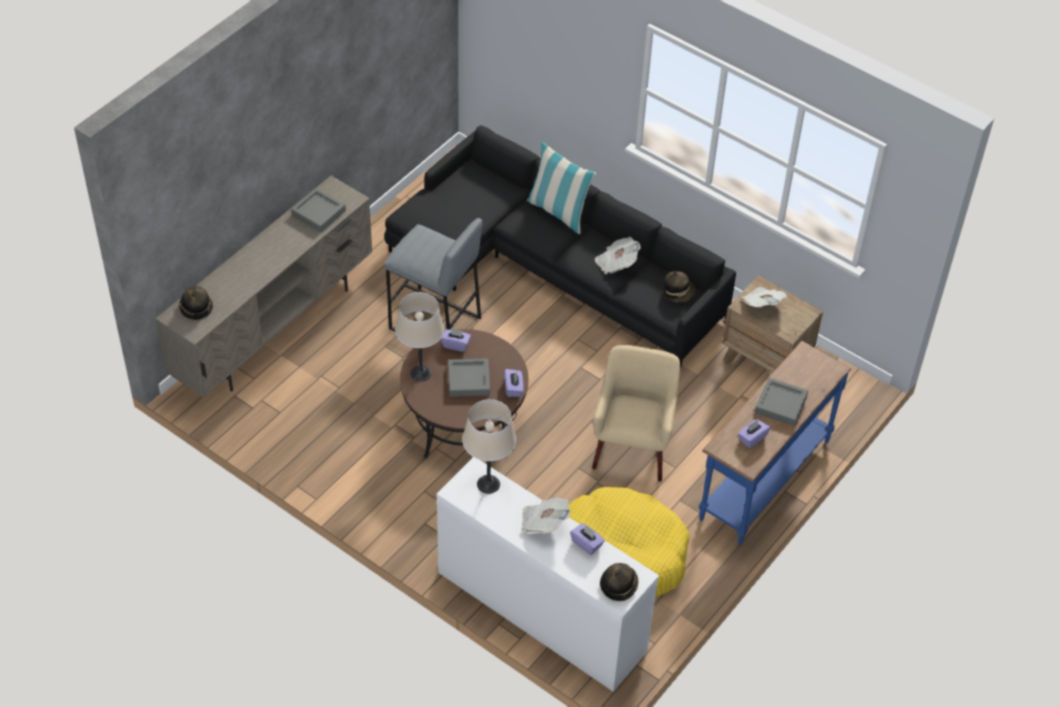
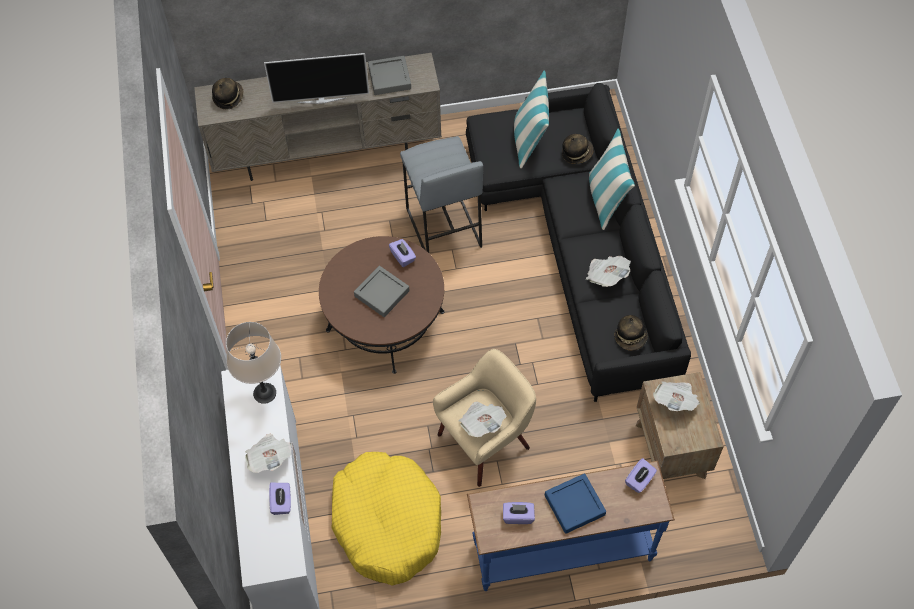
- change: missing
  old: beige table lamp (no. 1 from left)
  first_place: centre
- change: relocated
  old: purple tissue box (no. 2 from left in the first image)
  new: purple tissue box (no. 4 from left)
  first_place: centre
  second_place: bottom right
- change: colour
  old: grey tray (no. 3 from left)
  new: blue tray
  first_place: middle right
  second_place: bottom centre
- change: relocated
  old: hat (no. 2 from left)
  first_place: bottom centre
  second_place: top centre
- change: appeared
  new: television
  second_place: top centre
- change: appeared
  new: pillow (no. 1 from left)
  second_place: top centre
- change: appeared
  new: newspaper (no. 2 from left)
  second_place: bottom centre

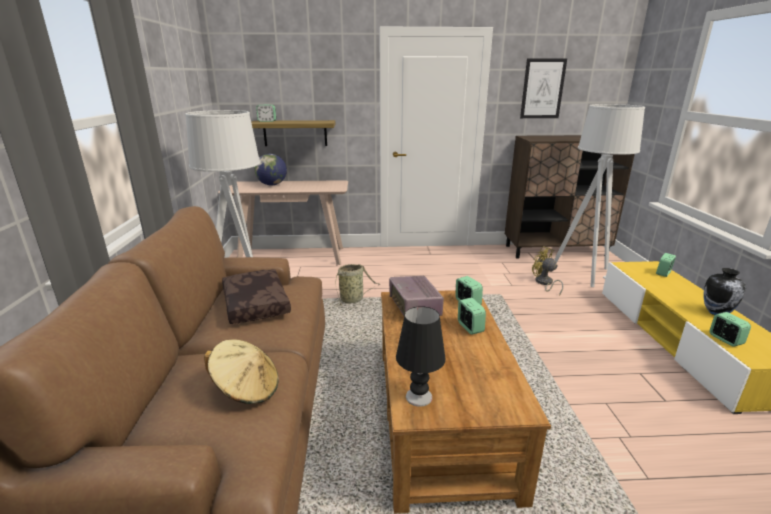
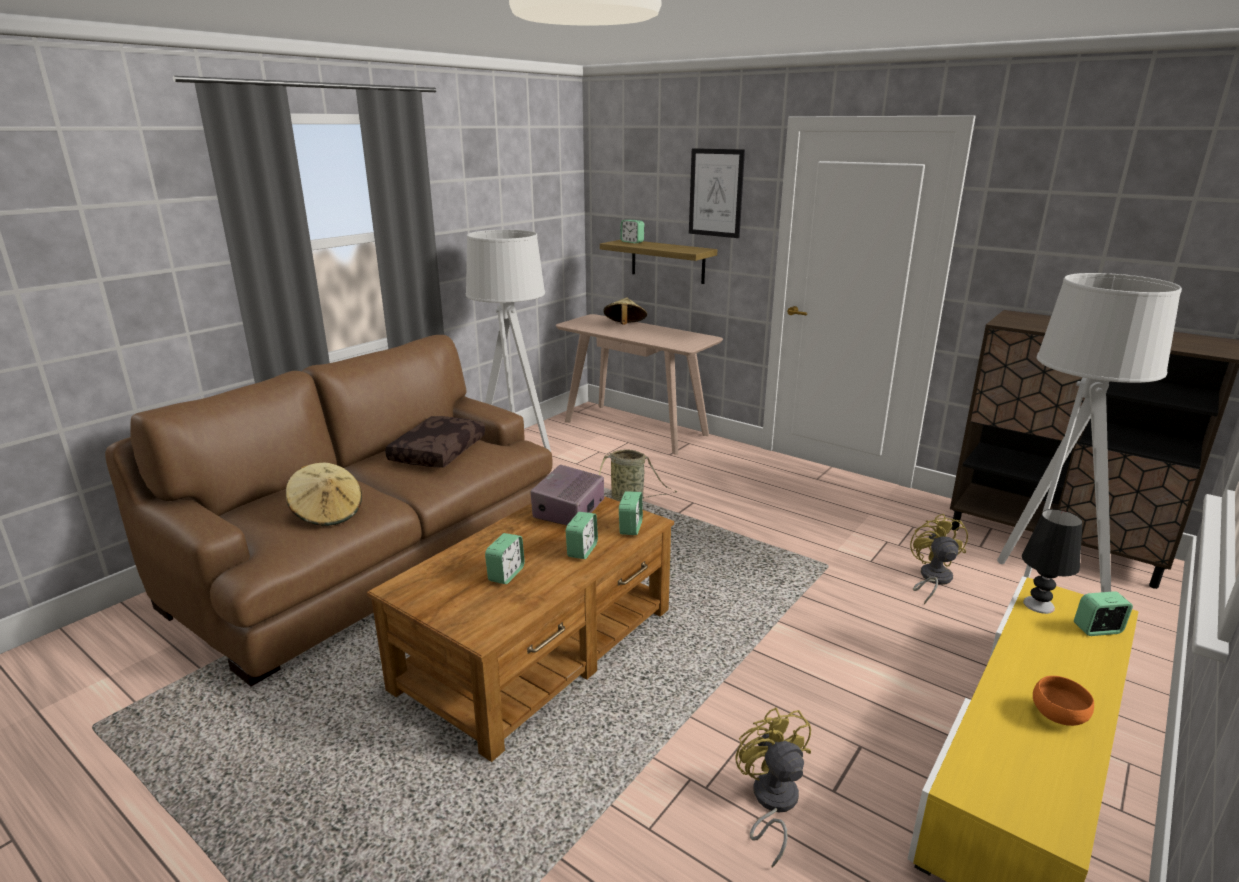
- change: relocated
  old: picture
  first_place: top right
  second_place: top centre
- change: exchanged
  old: globe
  new: beige hat (no. 2 from left)
  first_place: top centre
  second_place: centre
- change: exchanged
  old: vase
  new: orange bowl
  first_place: middle right
  second_place: bottom right
- change: relocated
  old: black table lamp
  first_place: bottom centre
  second_place: middle right
- change: relocated
  old: alarm clock (no. 5 from left in the first image)
  new: alarm clock (no. 1 from left)
  first_place: middle right
  second_place: centre
- change: appeared
  new: yellow fan (no. 1 from left)
  second_place: bottom centre

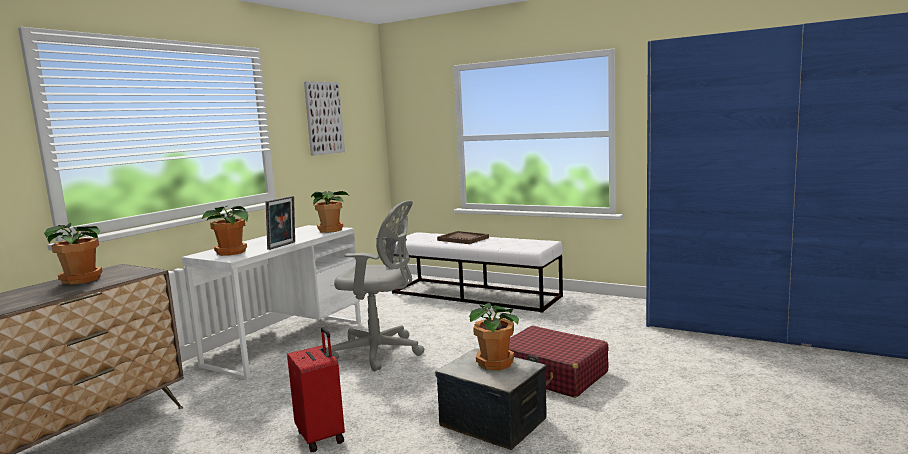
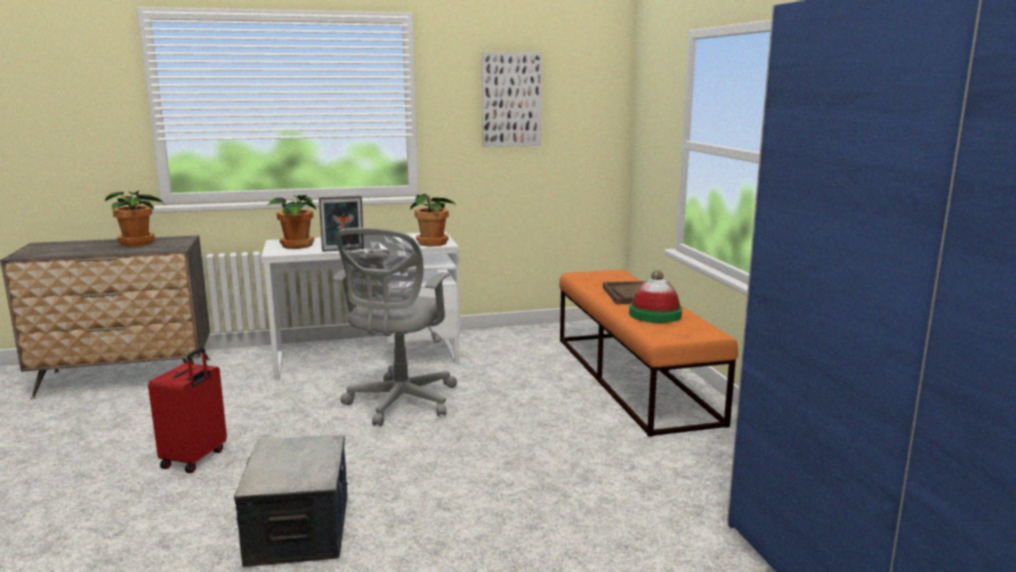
- change: spun
  old: grey office chair
  first_place: centre
  second_place: centre
  degrees: 45
- change: colour
  old: white bench
  new: orange bench
  first_place: centre
  second_place: centre
- change: missing
  old: potted plant (no. 4 from left)
  first_place: bottom centre
- change: missing
  old: red suitcase (no. 2 from left)
  first_place: bottom centre
- change: appeared
  new: hat
  second_place: centre

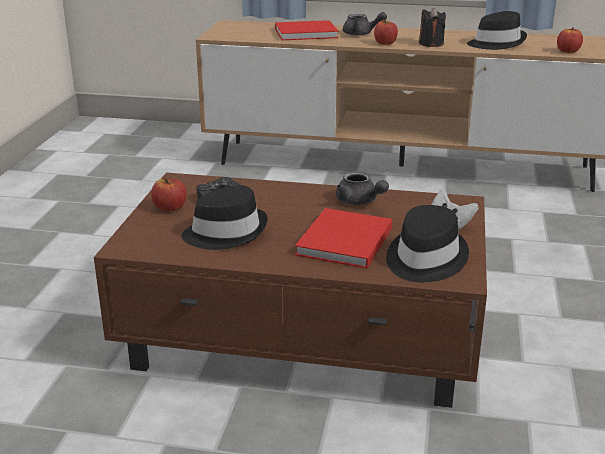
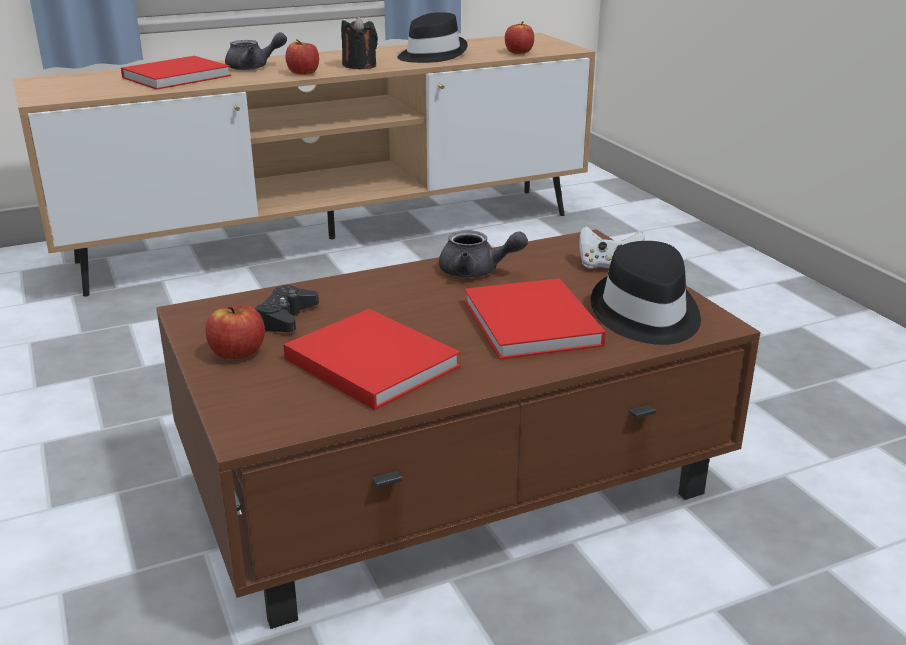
- change: exchanged
  old: black hat (no. 1 from left)
  new: red book (no. 2 from left)
  first_place: centre
  second_place: centre

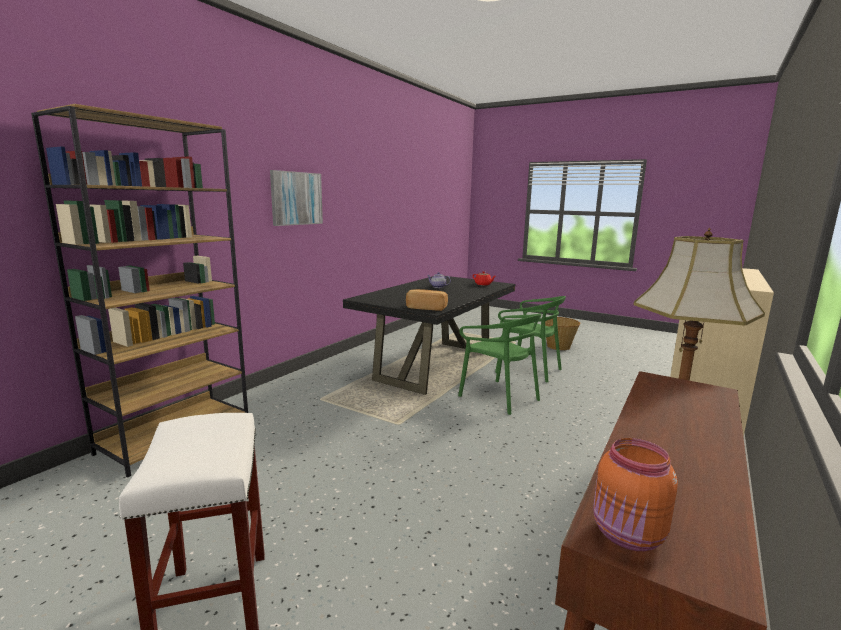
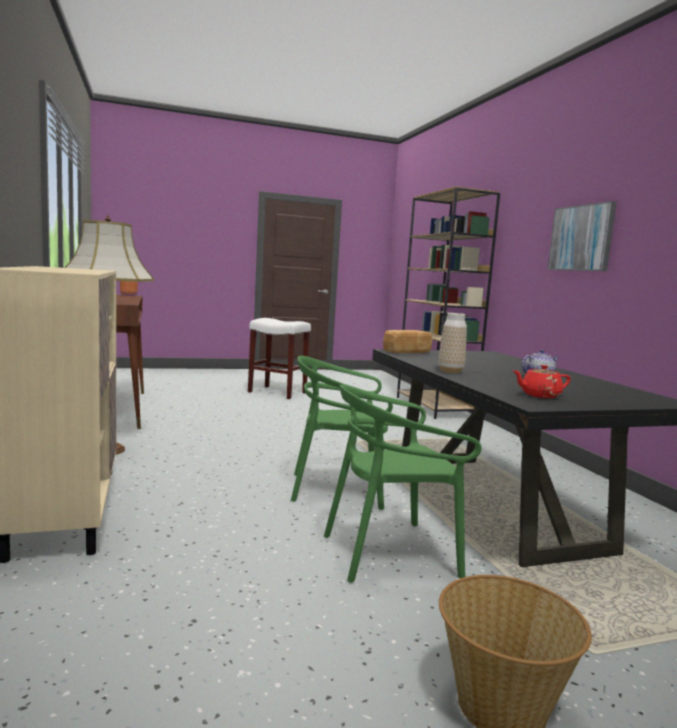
- change: appeared
  new: vase
  second_place: middle right

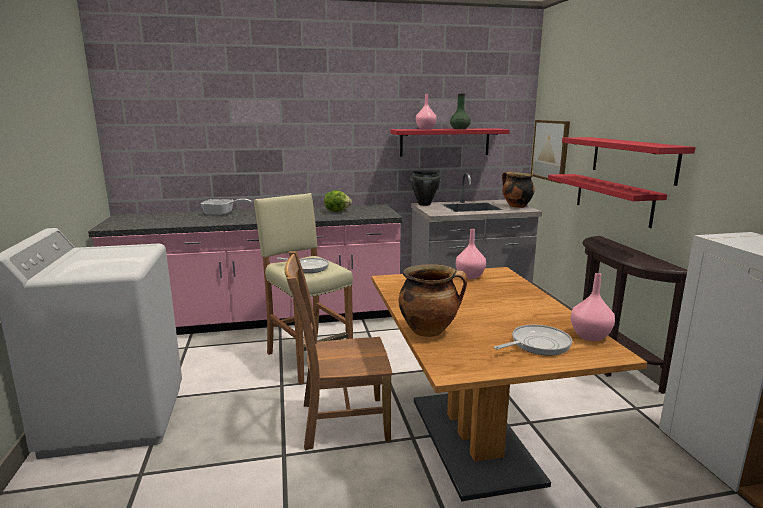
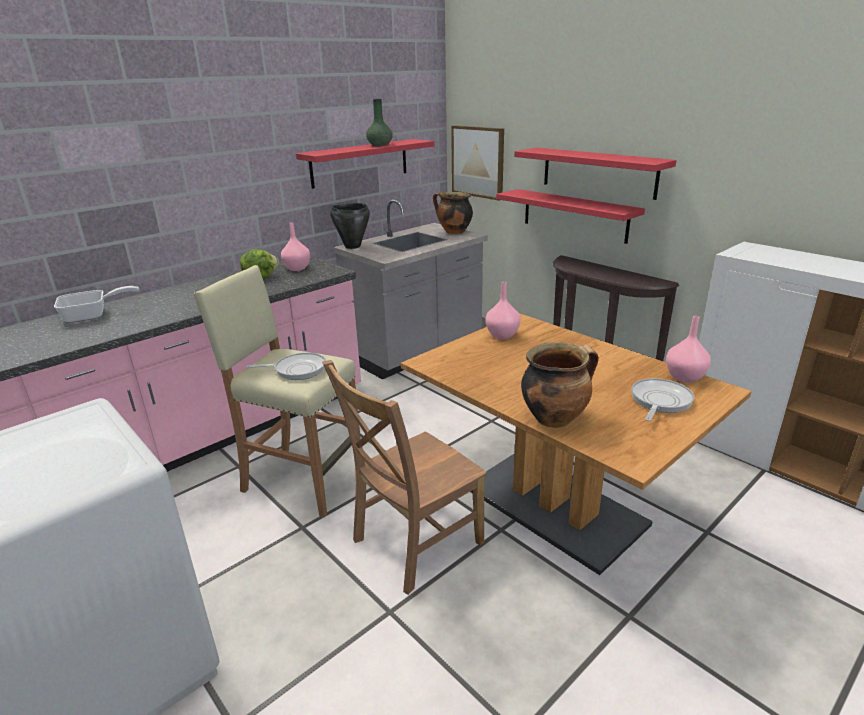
- change: relocated
  old: pink vase (no. 1 from left)
  first_place: top centre
  second_place: centre

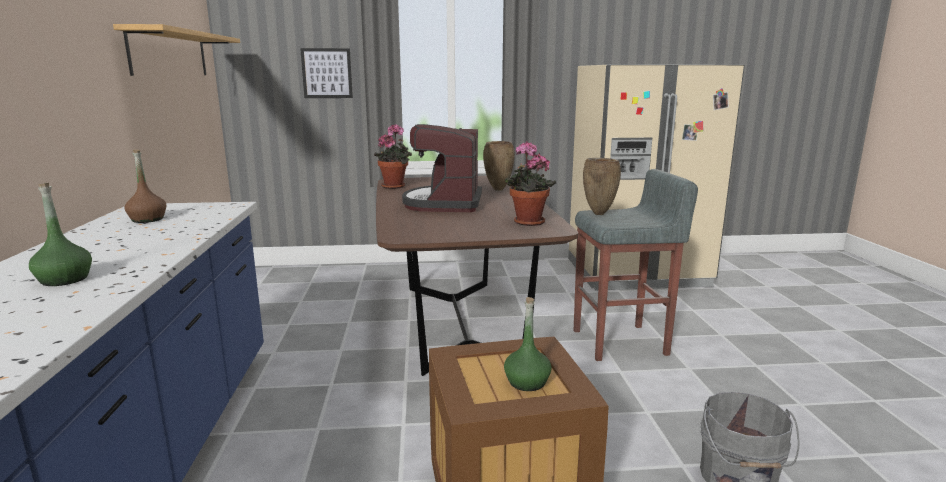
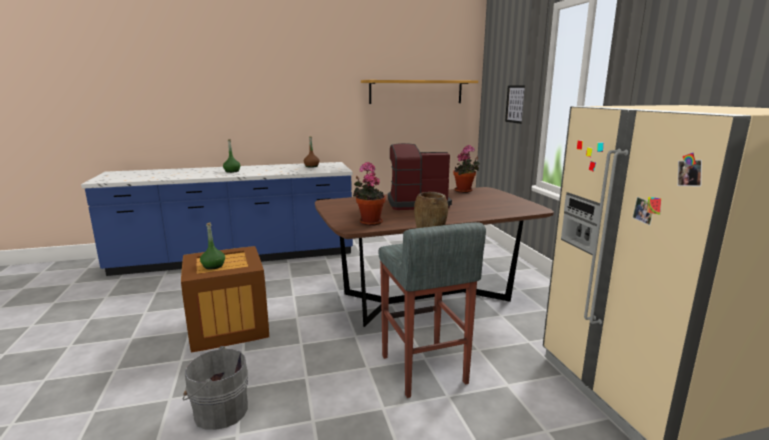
- change: missing
  old: brown vase (no. 1 from left)
  first_place: centre

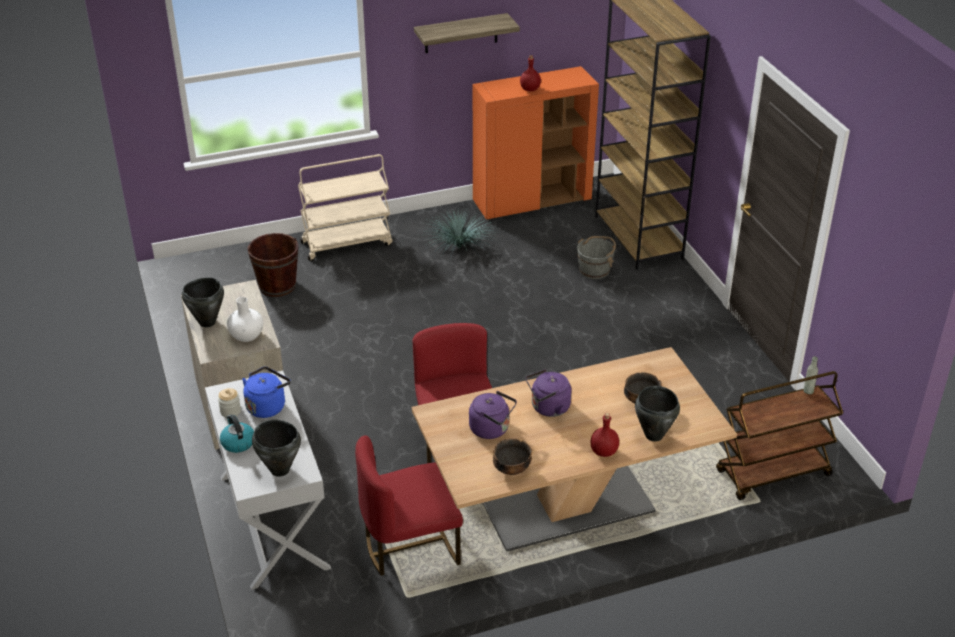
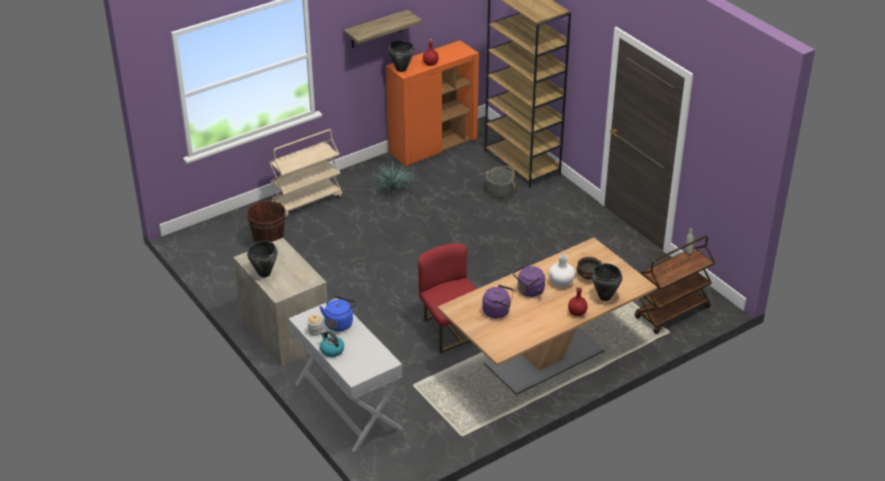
- change: relocated
  old: white vase
  first_place: middle left
  second_place: centre
- change: relocated
  old: black cooking pot (no. 2 from left)
  first_place: bottom left
  second_place: top centre
- change: missing
  old: red chair (no. 1 from left)
  first_place: bottom centre
- change: missing
  old: bowl (no. 1 from left)
  first_place: bottom centre

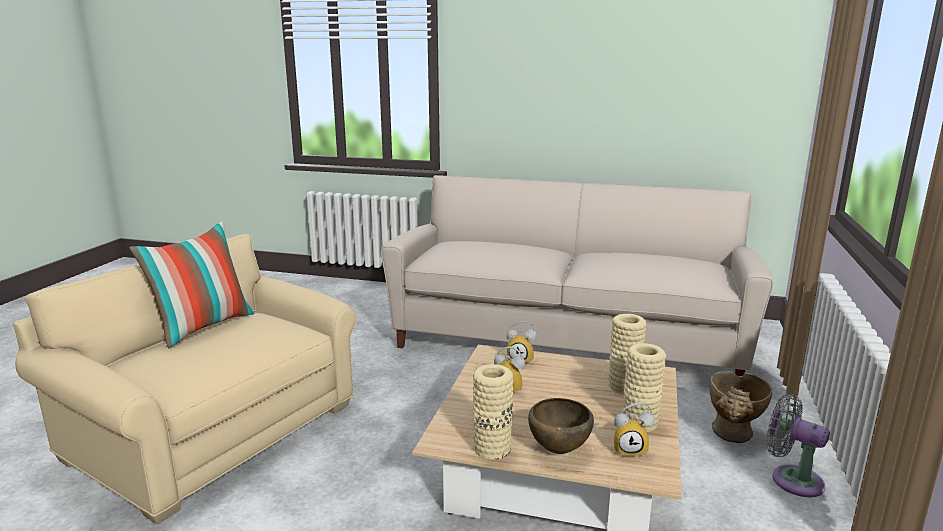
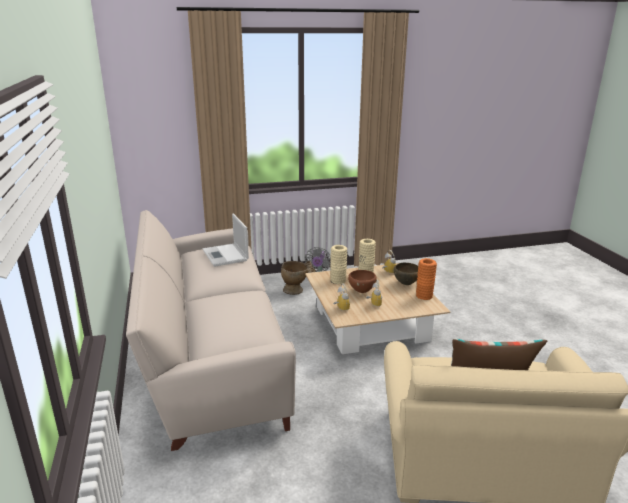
- change: colour
  old: beige vase (no. 1 from left)
  new: orange vase
  first_place: bottom centre
  second_place: middle right
- change: appeared
  new: laptop
  second_place: centre
- change: appeared
  new: brown bowl (no. 1 from left)
  second_place: centre

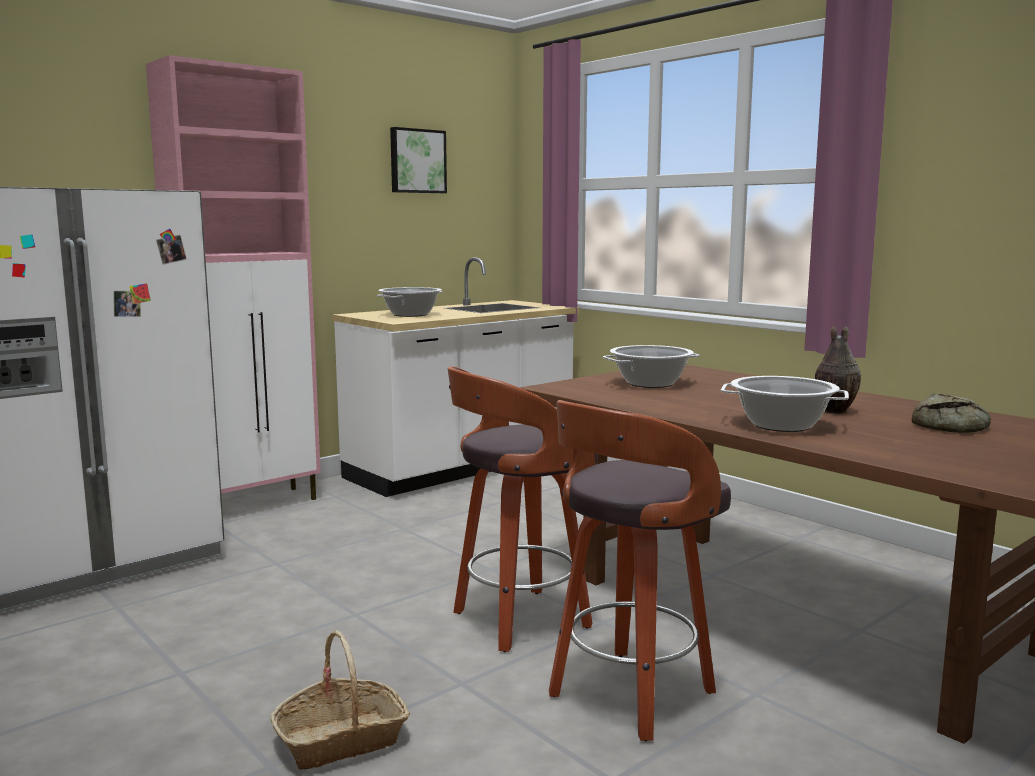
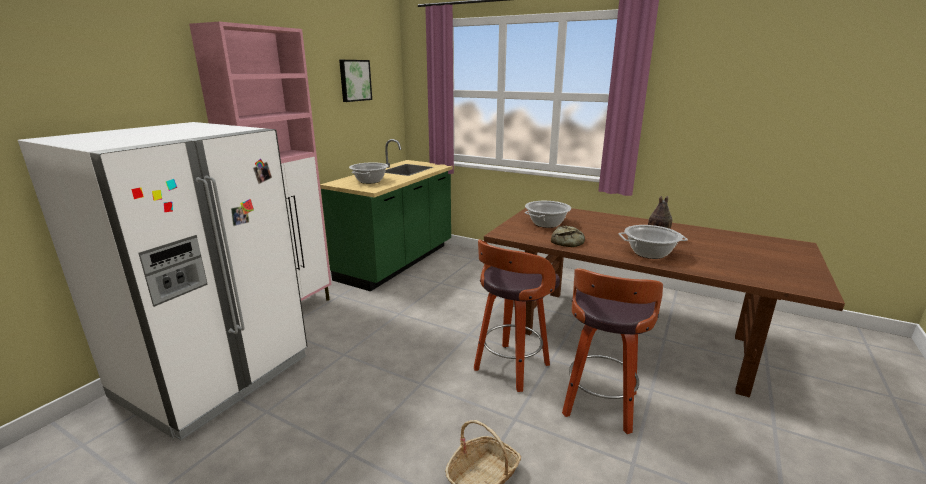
- change: colour
  old: white counter
  new: green counter
  first_place: centre
  second_place: centre
- change: relocated
  old: bread
  first_place: middle right
  second_place: centre

